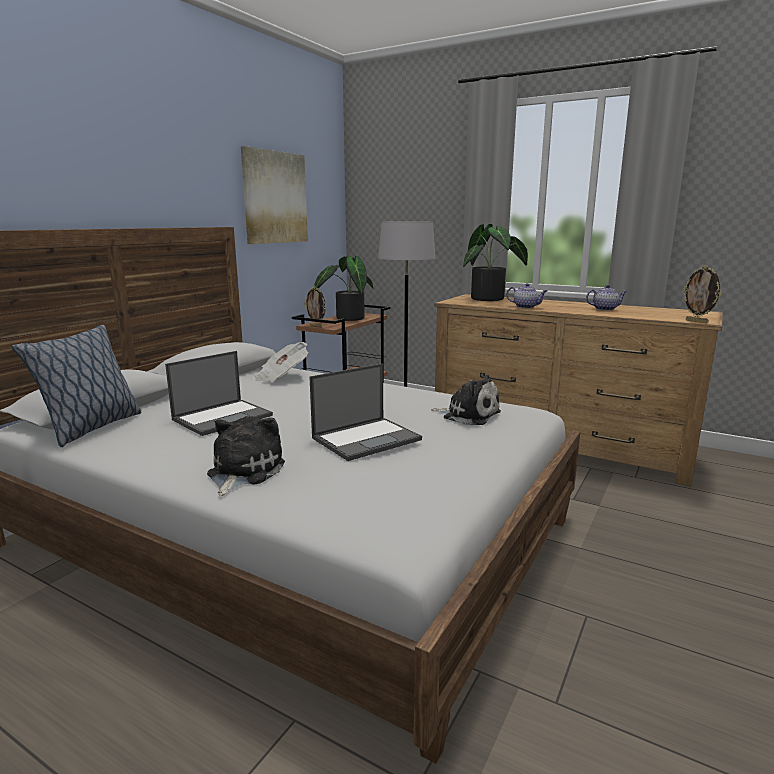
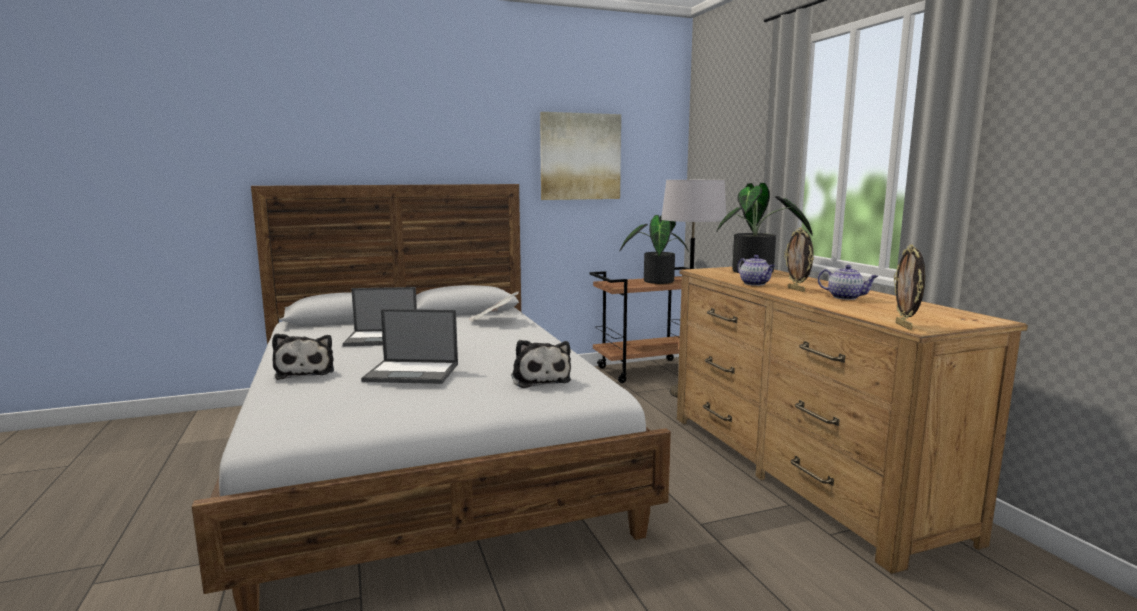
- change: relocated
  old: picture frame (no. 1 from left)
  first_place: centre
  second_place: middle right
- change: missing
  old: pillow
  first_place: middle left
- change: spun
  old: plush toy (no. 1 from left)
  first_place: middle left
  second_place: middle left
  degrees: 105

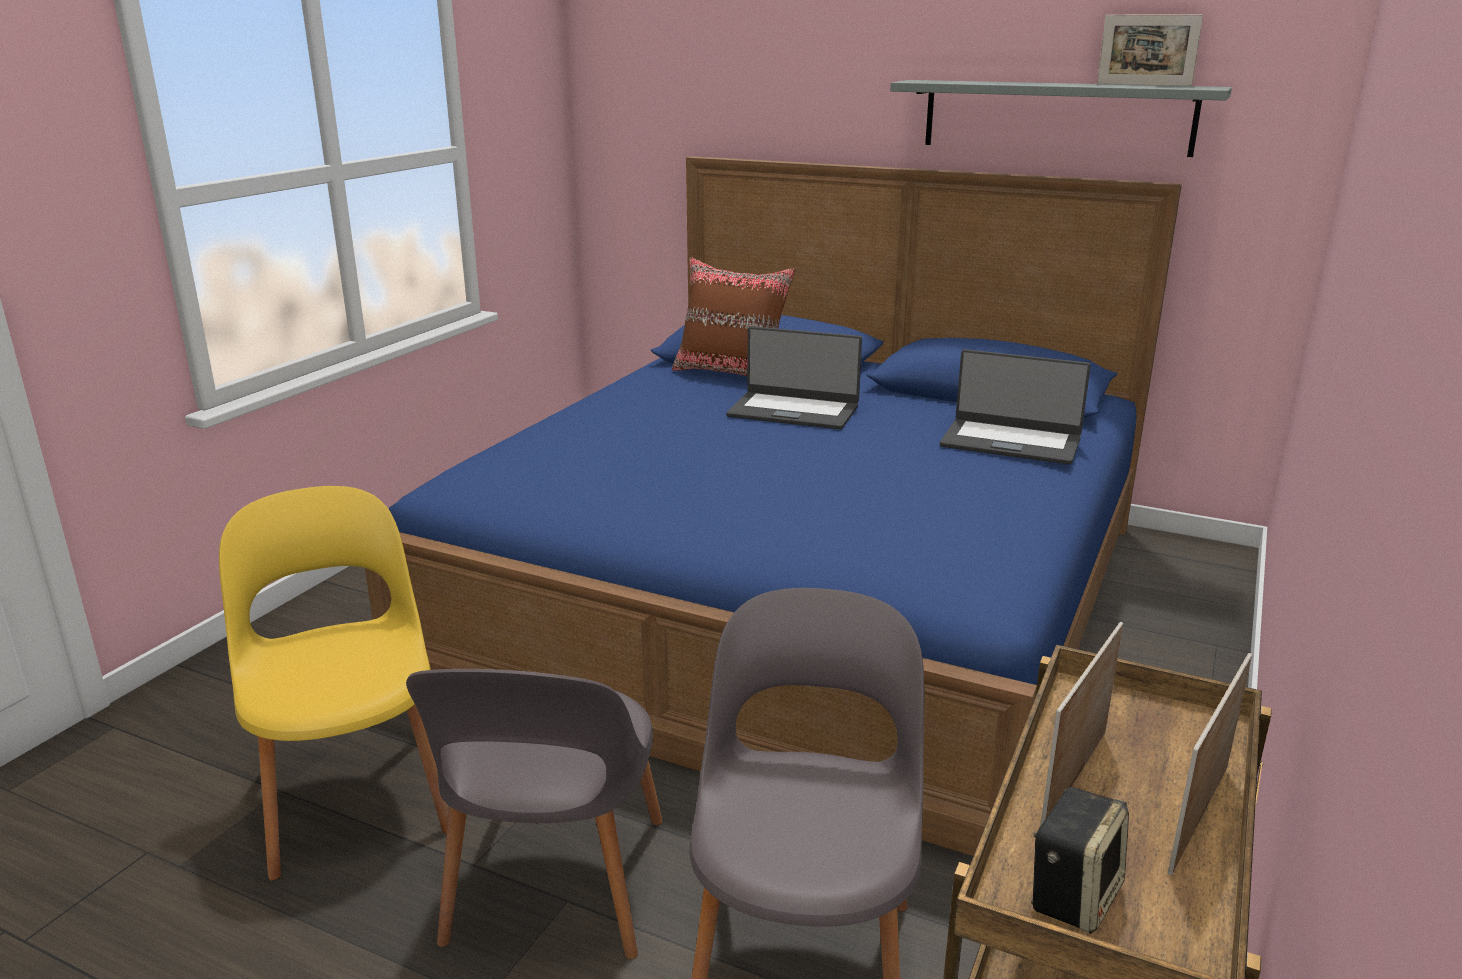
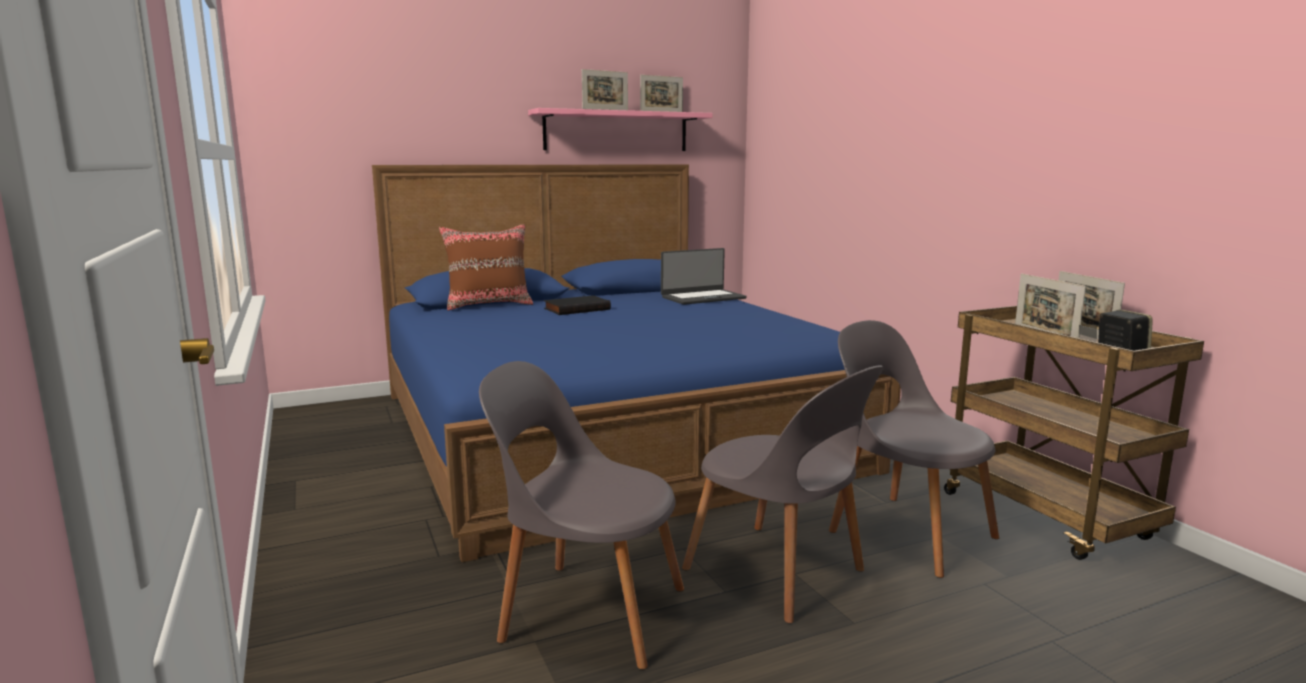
- change: colour
  old: grey shelf
  new: pink shelf
  first_place: top right
  second_place: top centre
- change: exchanged
  old: laptop (no. 1 from left)
  new: black book
  first_place: centre
  second_place: centre
- change: colour
  old: yellow chair
  new: grey chair (no. 1 from left)
  first_place: bottom left
  second_place: bottom centre
- change: appeared
  new: picture frame (no. 1 from left)
  second_place: top centre

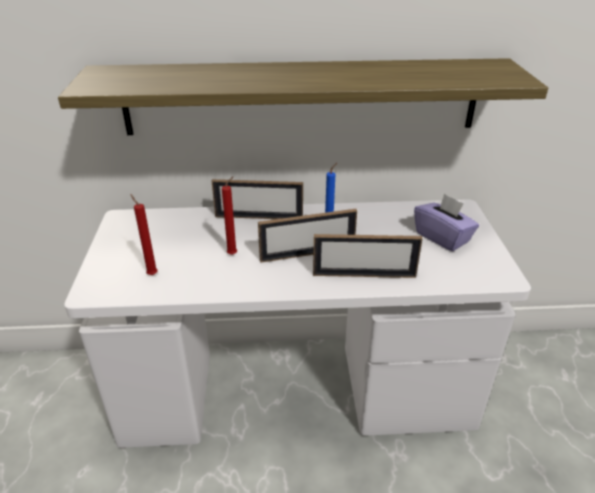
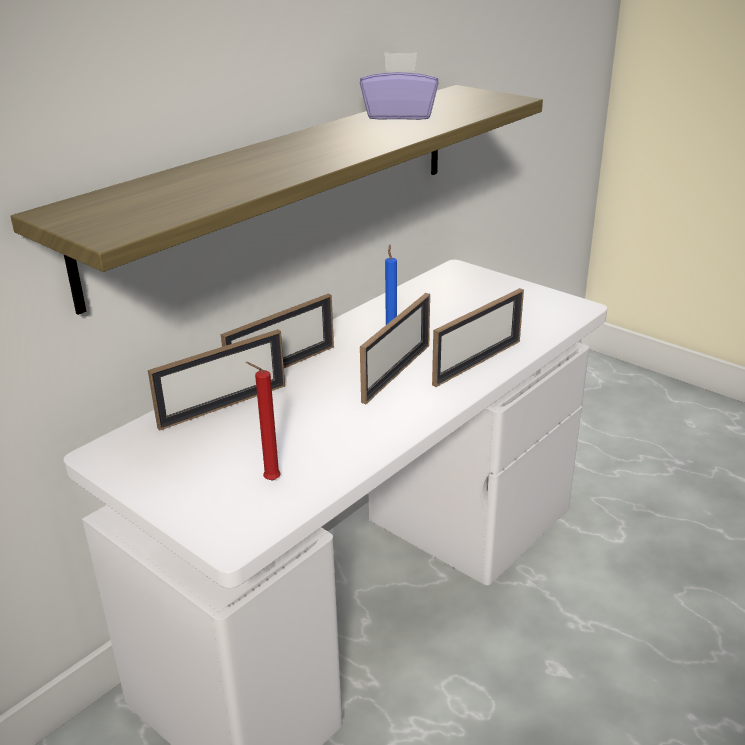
- change: missing
  old: red candle (no. 2 from left)
  first_place: centre
- change: relocated
  old: purple tissue box
  first_place: middle right
  second_place: top centre
- change: appeared
  new: picture frame (no. 1 from left)
  second_place: middle left

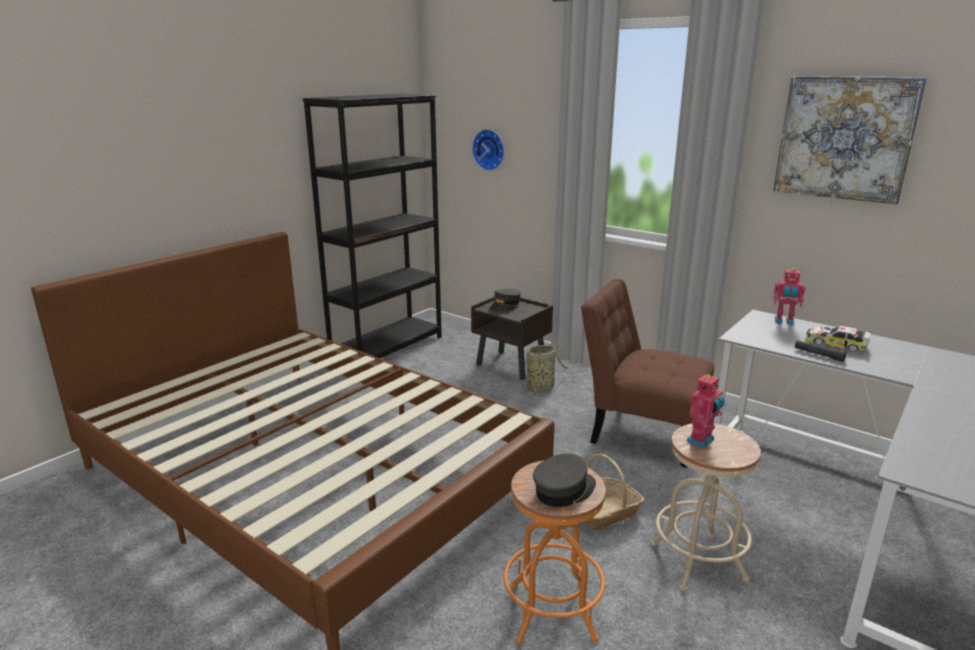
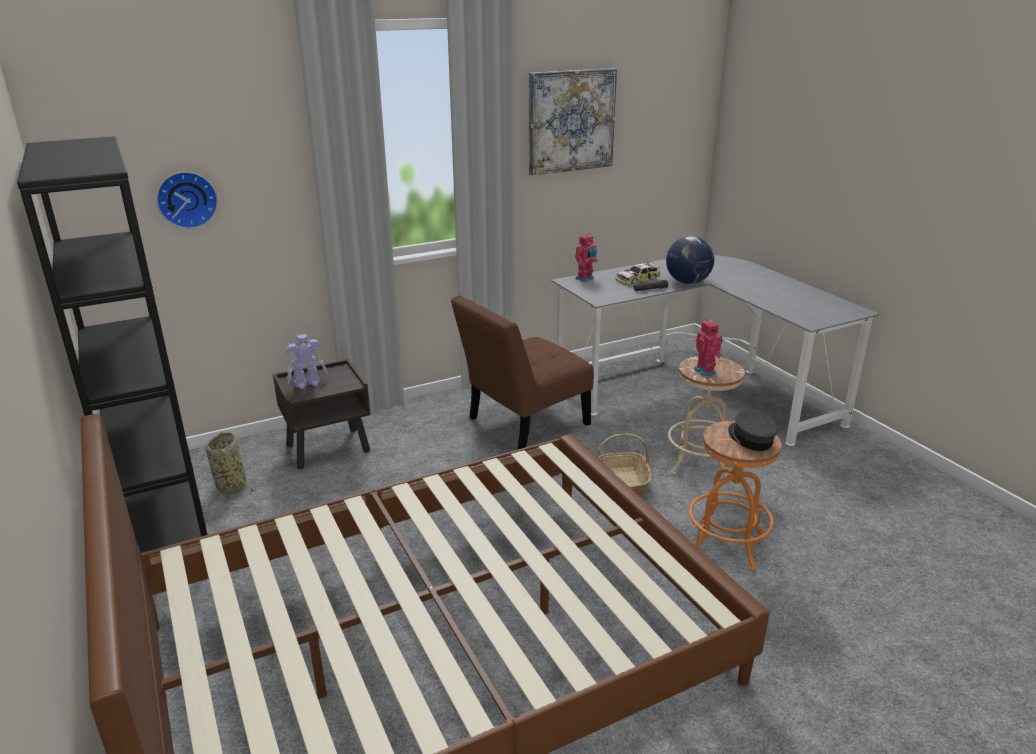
- change: exchanged
  old: grey cap (no. 1 from left)
  new: toy robot (no. 1 from left)
  first_place: centre
  second_place: middle left
- change: relocated
  old: basket (no. 1 from left)
  first_place: centre
  second_place: middle left
- change: appeared
  new: globe
  second_place: centre

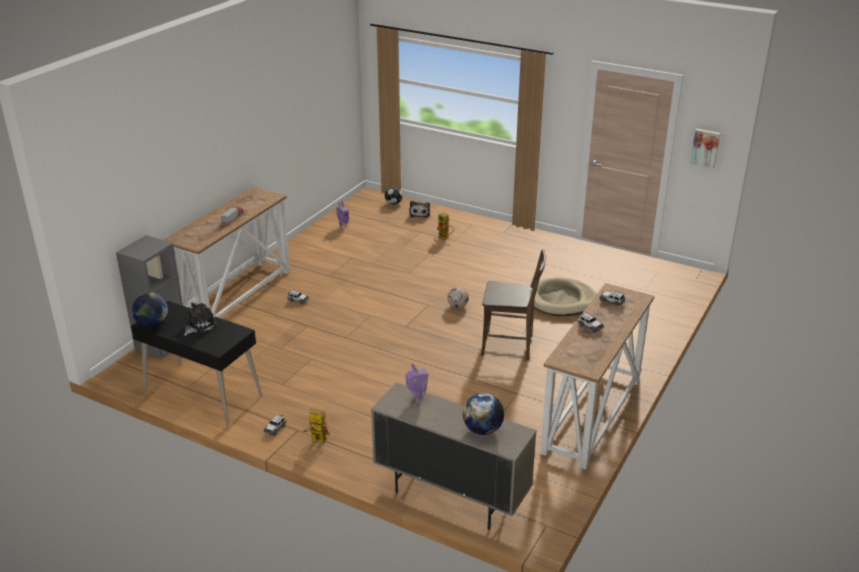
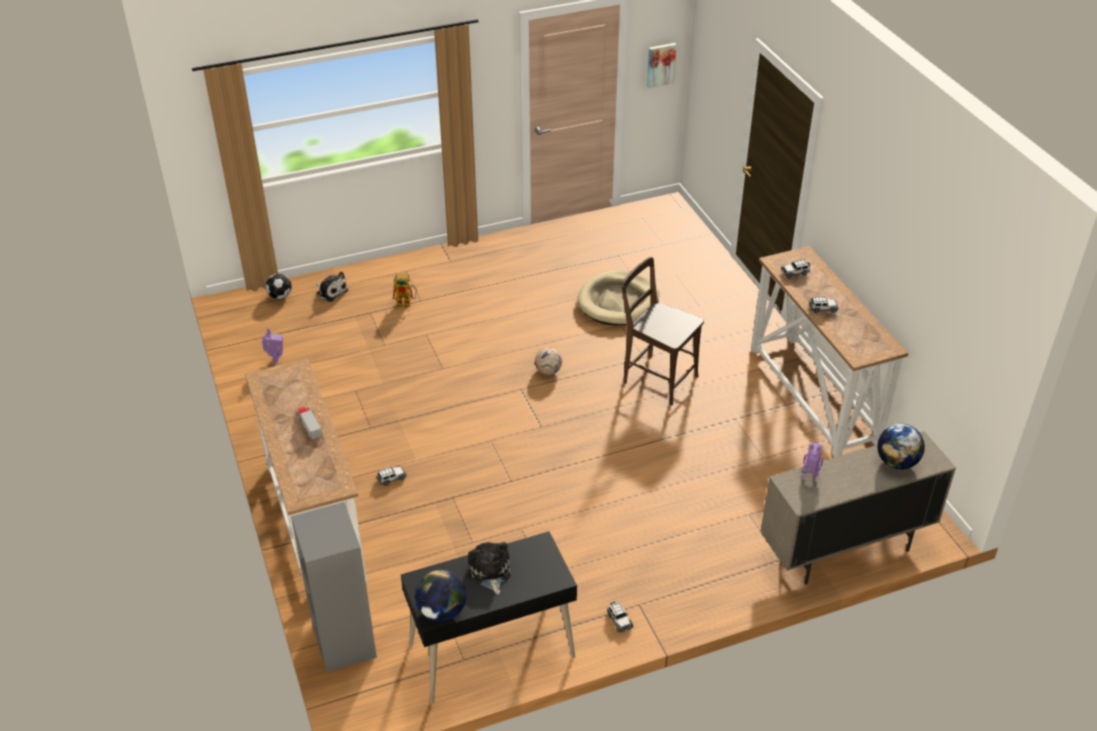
- change: spun
  old: brown chair
  first_place: centre
  second_place: centre
  degrees: -105
- change: missing
  old: toy robot (no. 1 from left)
  first_place: bottom centre

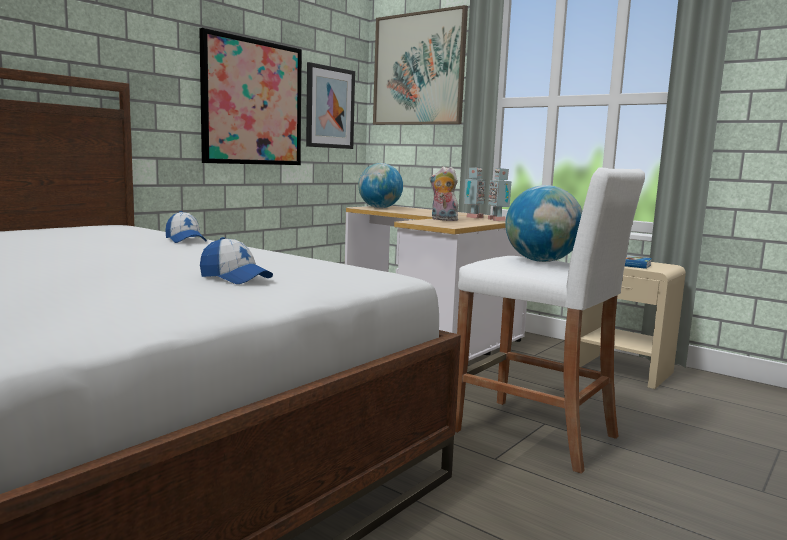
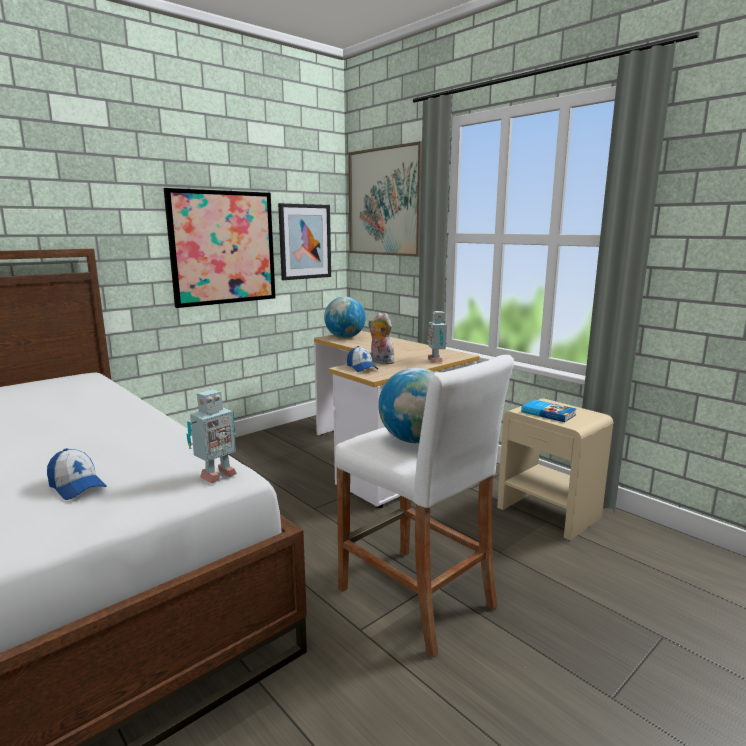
- change: relocated
  old: toy robot (no. 1 from left)
  first_place: centre
  second_place: middle left
- change: relocated
  old: cap (no. 1 from left in the first image)
  new: cap (no. 2 from left)
  first_place: middle left
  second_place: centre

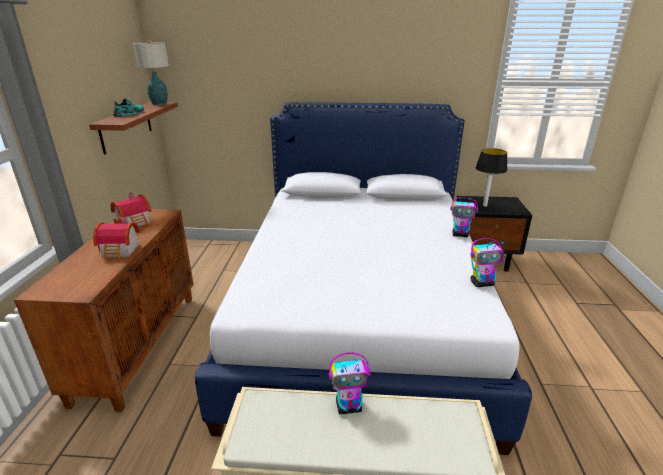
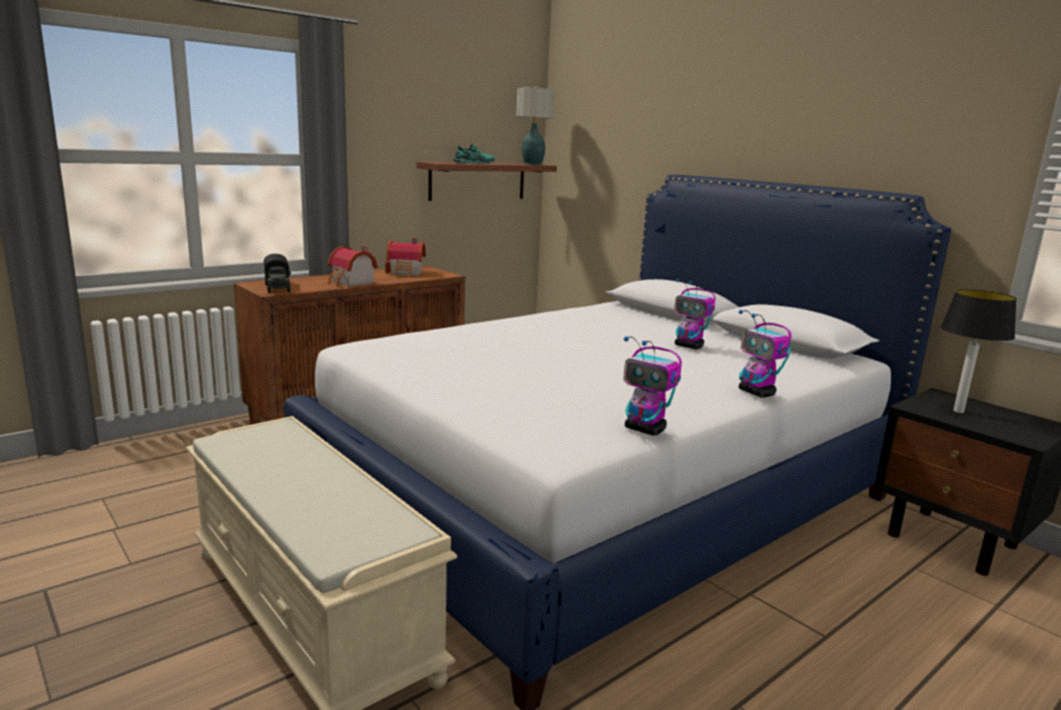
- change: relocated
  old: toy robot (no. 1 from left in the first image)
  new: toy robot (no. 2 from left)
  first_place: bottom centre
  second_place: centre
- change: appeared
  new: toy truck
  second_place: middle left

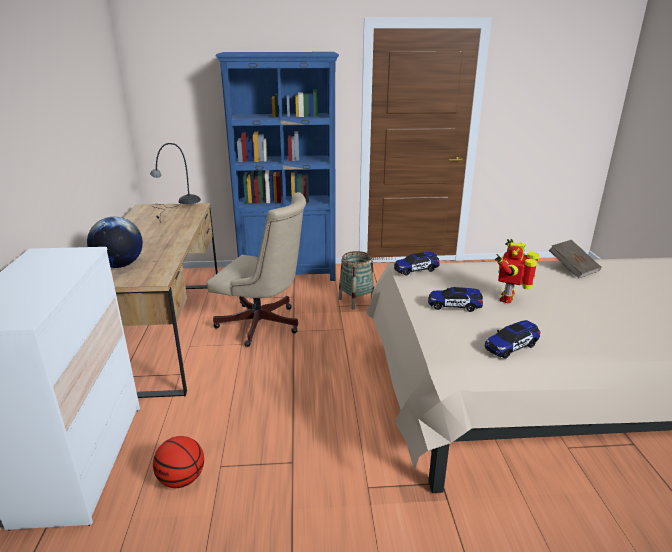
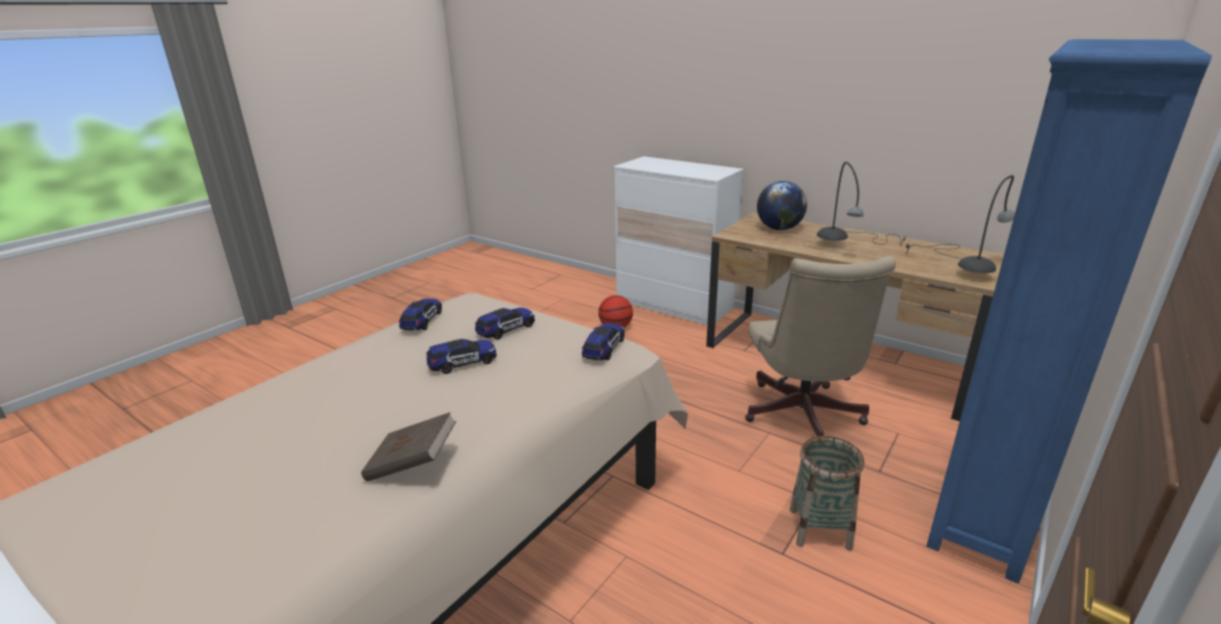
- change: spun
  old: beige office chair
  first_place: centre
  second_place: middle right
  degrees: -60
- change: exchanged
  old: toy robot
  new: toy car (no. 2 from left)
  first_place: middle right
  second_place: centre
- change: appeared
  new: grey table lamp (no. 1 from left)
  second_place: top right

